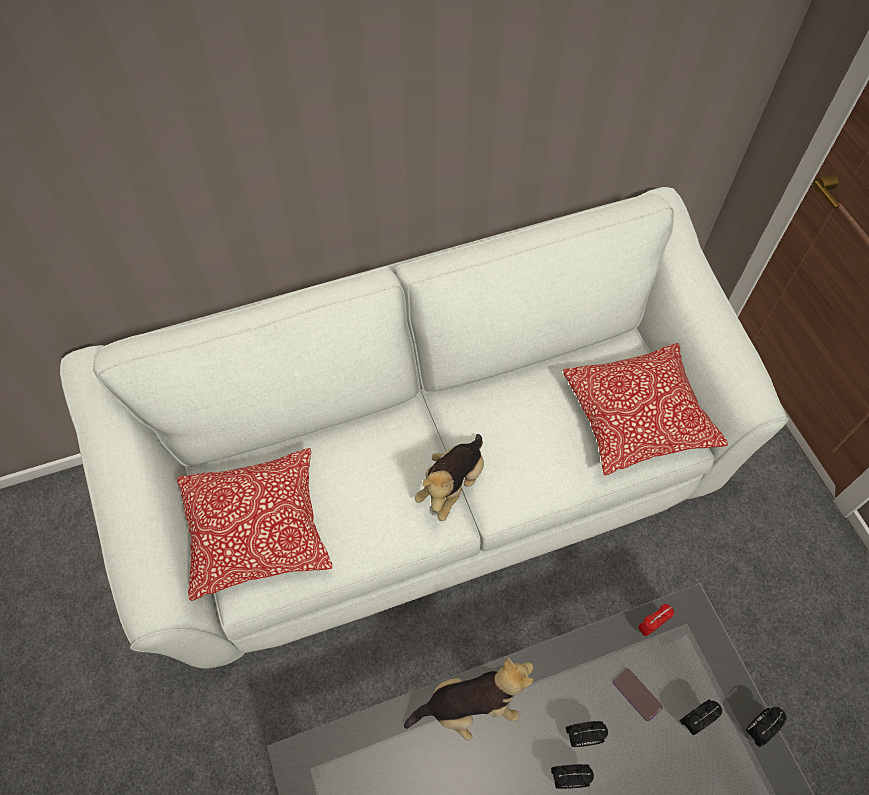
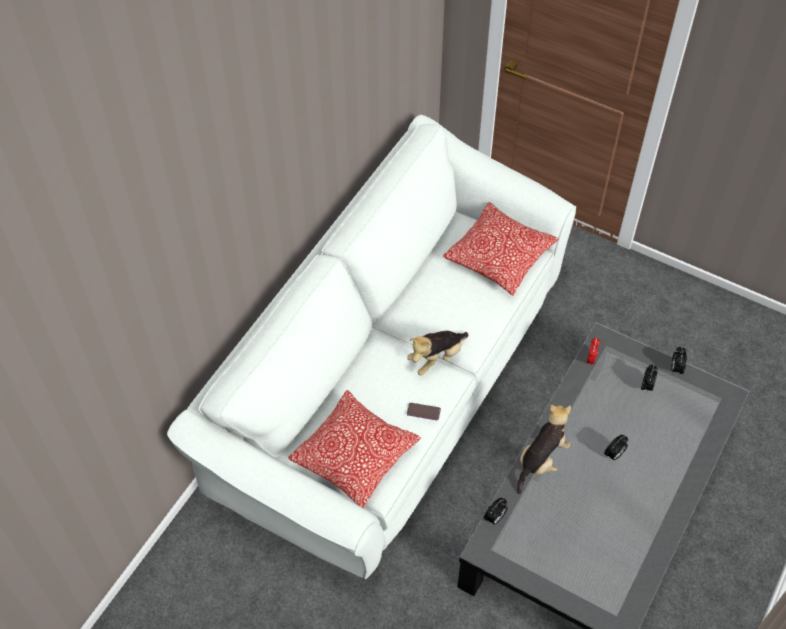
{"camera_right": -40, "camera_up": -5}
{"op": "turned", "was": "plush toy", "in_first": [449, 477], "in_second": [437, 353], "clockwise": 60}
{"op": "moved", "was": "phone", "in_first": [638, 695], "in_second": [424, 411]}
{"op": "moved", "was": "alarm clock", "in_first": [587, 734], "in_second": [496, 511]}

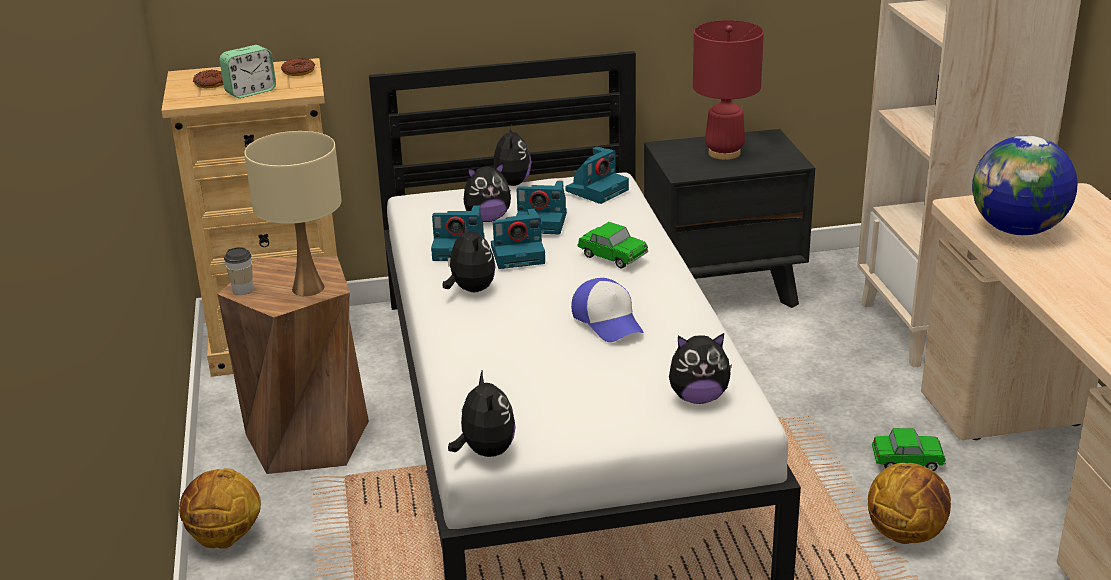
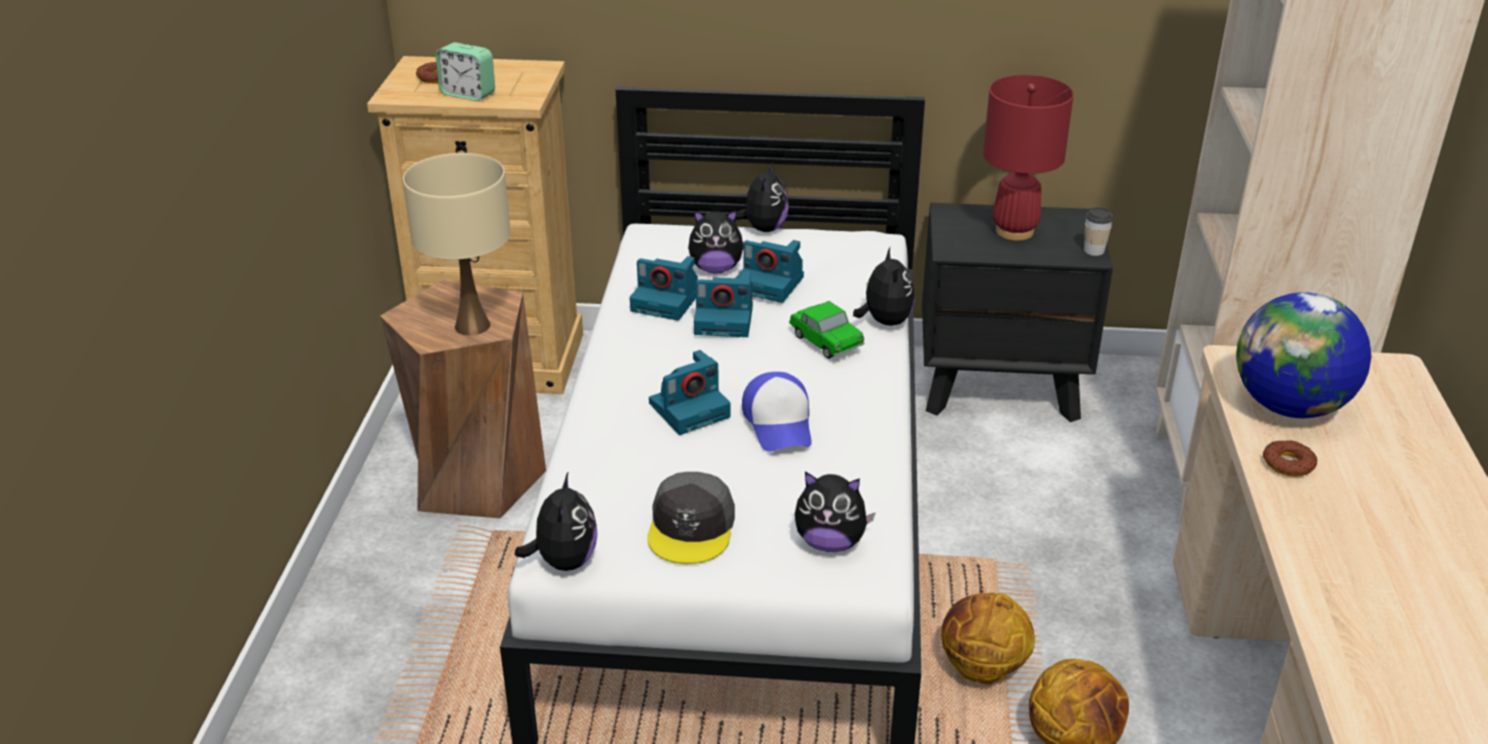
{"camera_right": 15, "camera_up": 5}
{"op": "turned", "was": "alarm clock", "in_first": [247, 71], "in_second": [465, 71], "clockwise": 45}
{"op": "added", "now": "grey cap", "in_second": [691, 518]}
{"op": "moved", "was": "photo camera", "in_first": [597, 175], "in_second": [689, 392]}
{"op": "moved", "was": "plush toy", "in_first": [469, 257], "in_second": [884, 287]}
{"op": "moved", "was": "basketball", "in_first": [220, 508], "in_second": [988, 638]}
{"op": "moved", "was": "cup", "in_first": [238, 271], "in_second": [1098, 231]}
{"op": "moved", "was": "donut", "in_first": [298, 67], "in_second": [1290, 458]}
{"op": "removed", "was": "toy car", "in_first": [909, 449]}

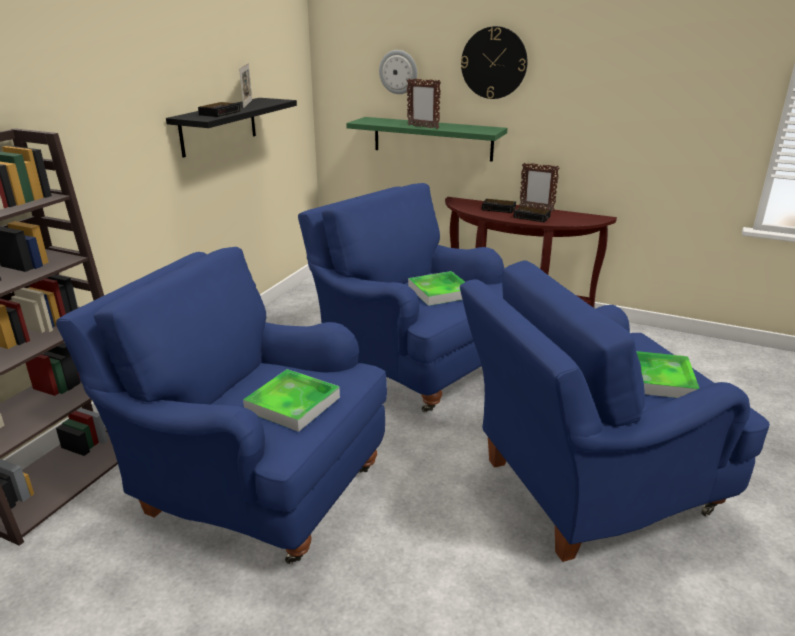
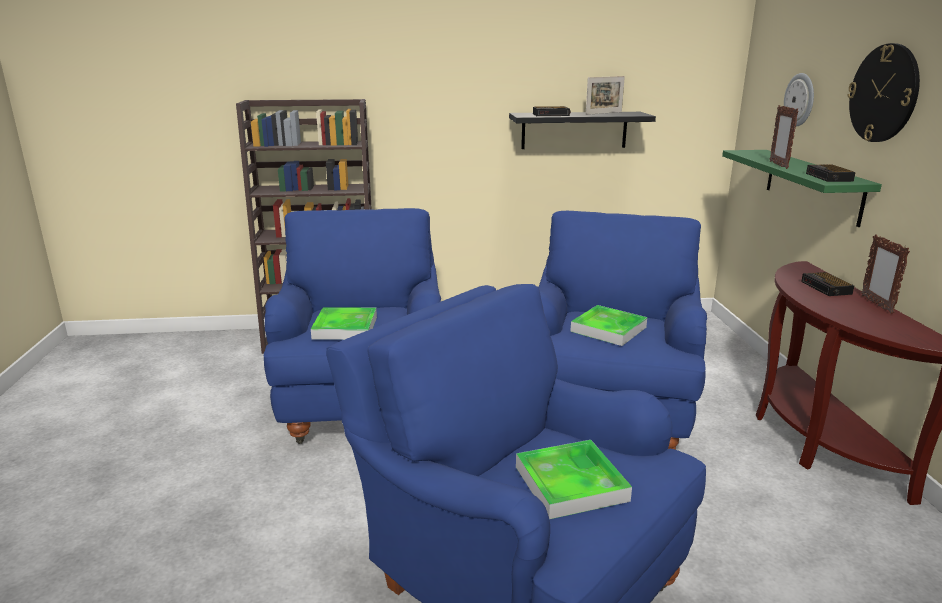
{"camera_right": 60, "camera_up": -5}
{"op": "moved", "was": "alarm clock", "in_first": [532, 214], "in_second": [831, 173]}

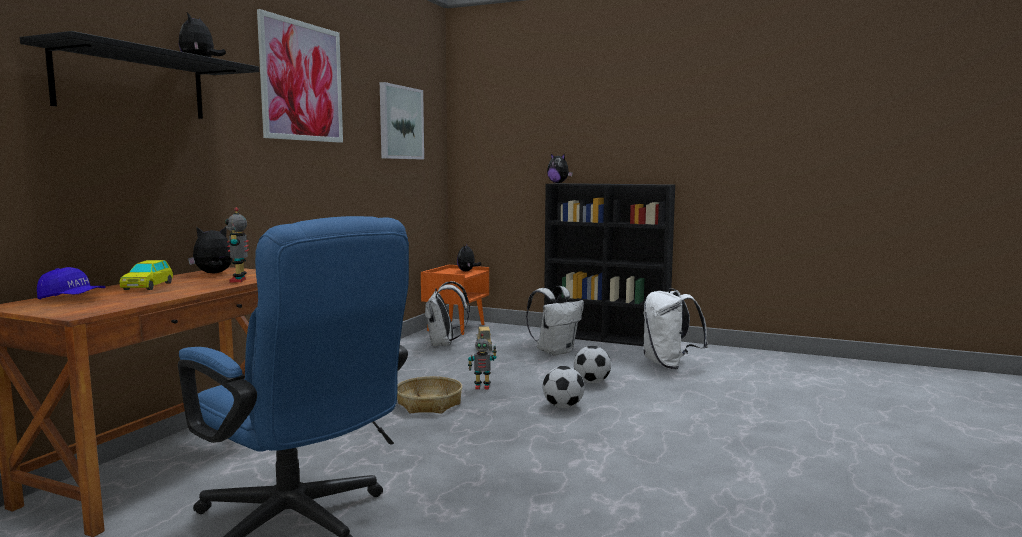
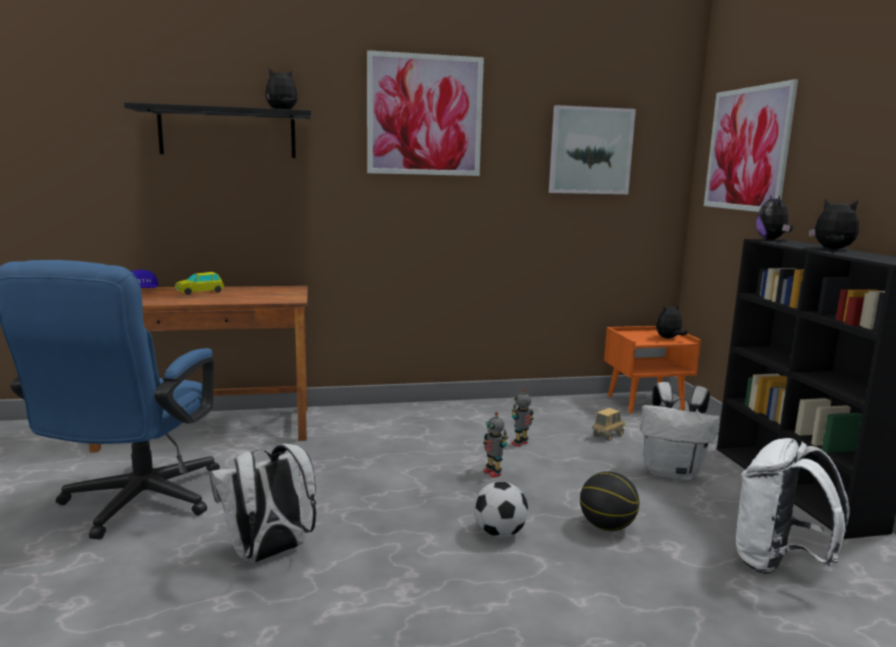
{"camera_right": 55, "camera_up": 5}
{"op": "moved", "was": "white backpack", "in_first": [447, 313], "in_second": [263, 503]}
{"op": "moved", "was": "toy robot", "in_first": [237, 245], "in_second": [522, 418]}
{"op": "replaced", "was": "football", "now": "basketball", "in_first": [592, 364], "in_second": [609, 501]}
{"op": "added", "now": "picture", "in_second": [751, 145]}
{"op": "moved", "was": "plush toy", "in_first": [210, 250], "in_second": [834, 224]}
{"op": "removed", "was": "basket", "in_first": [429, 395]}

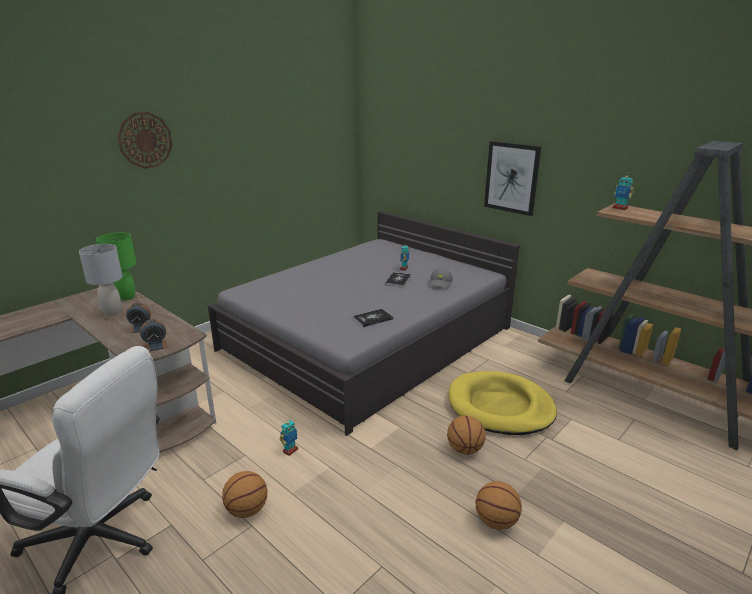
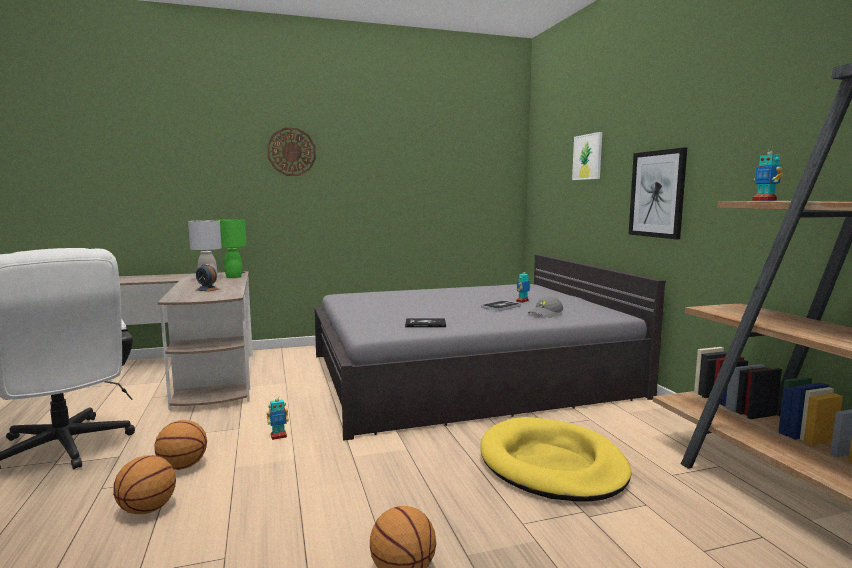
{"camera_right": 30, "camera_up": -15}
{"op": "moved", "was": "basketball", "in_first": [466, 435], "in_second": [144, 484]}
{"op": "added", "now": "picture", "in_second": [587, 156]}
{"op": "removed", "was": "alarm clock", "in_first": [154, 335]}

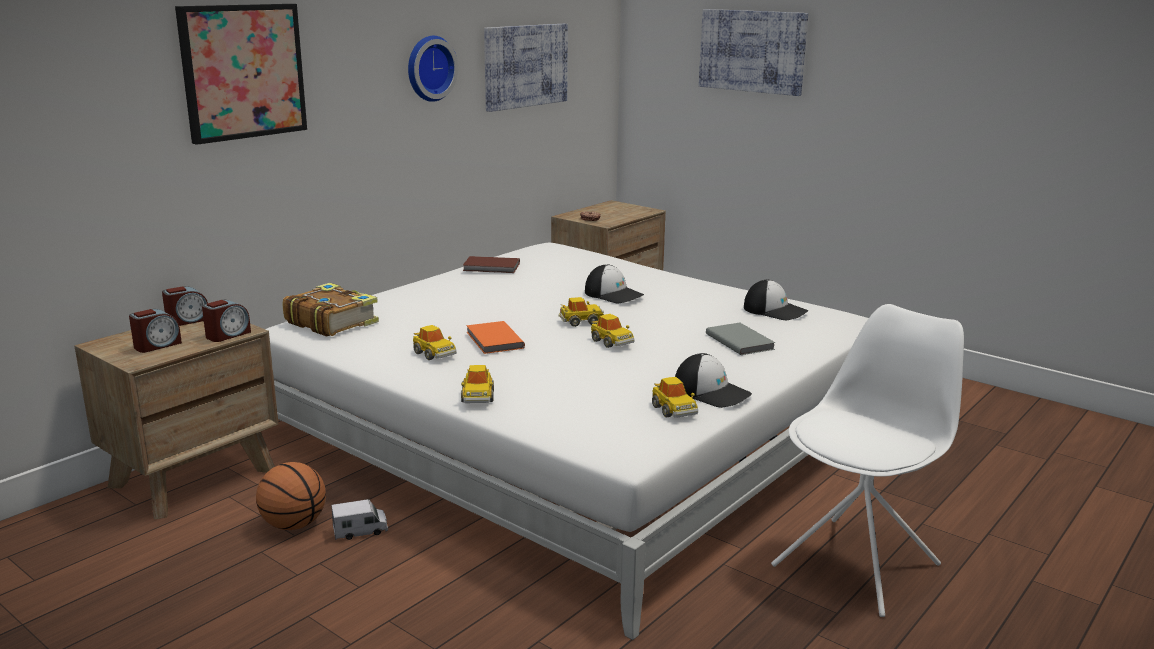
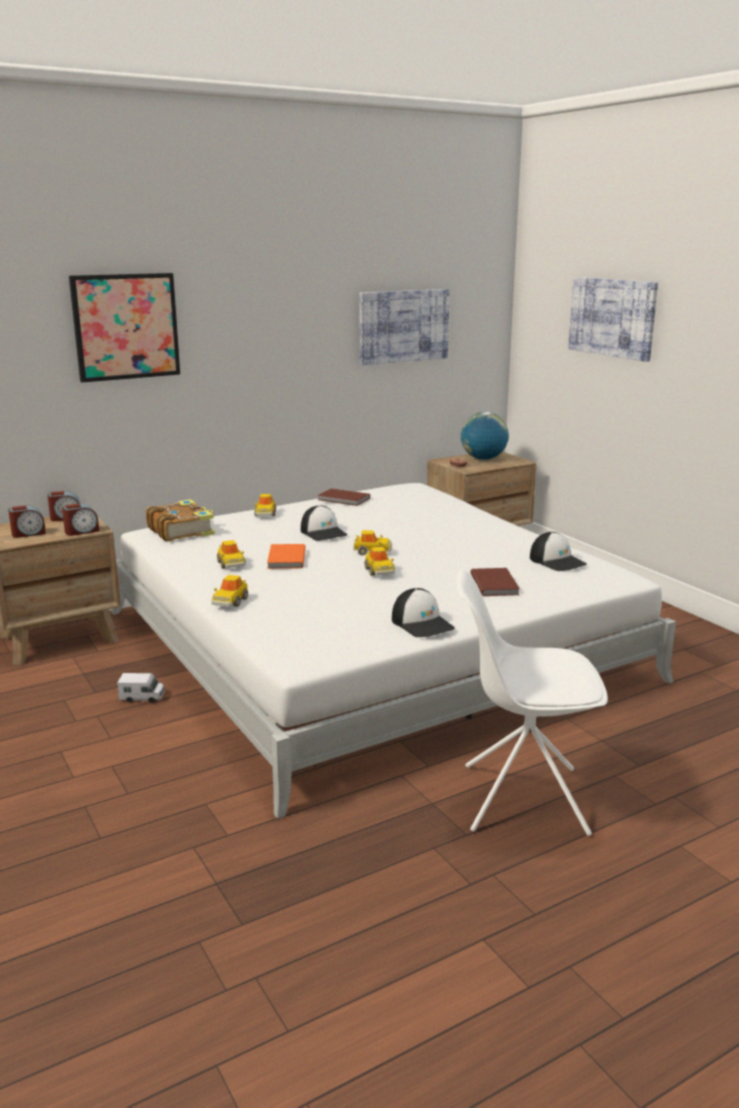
{"camera_right": 20, "camera_up": 0}
{"op": "moved", "was": "toy car", "in_first": [675, 397], "in_second": [265, 505]}
{"op": "moved", "was": "cap", "in_first": [614, 284], "in_second": [324, 523]}
{"op": "turned", "was": "white chair", "in_first": [867, 460], "in_second": [532, 703], "clockwise": -150}
{"op": "added", "now": "globe", "in_second": [485, 436]}
{"op": "recoloured", "was": "grey book", "now": "brown book", "in_first": [741, 339], "in_second": [495, 582]}
{"op": "removed", "was": "basketball", "in_first": [291, 496]}
{"op": "removed", "was": "wall clock", "in_first": [433, 69]}

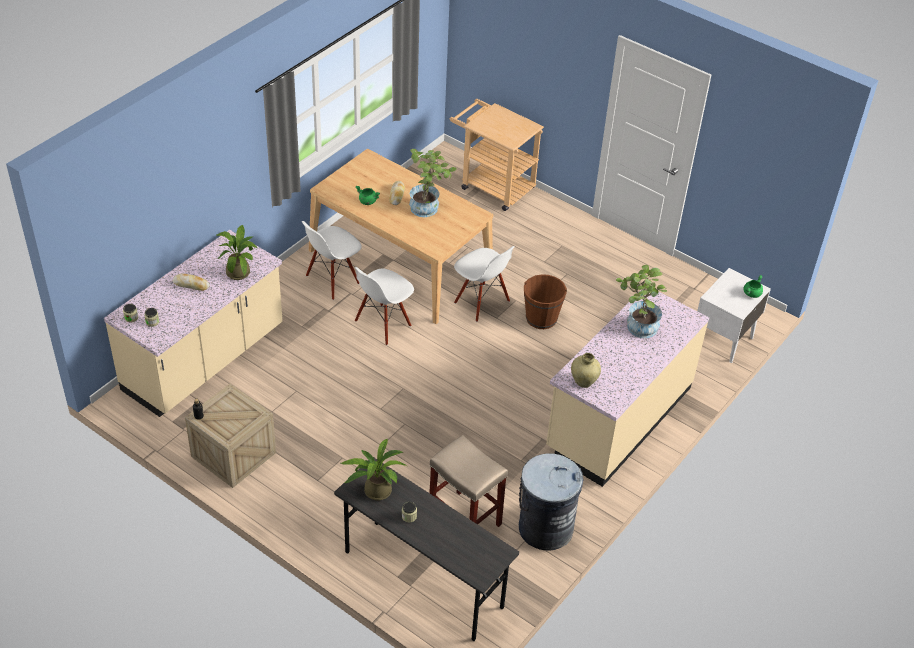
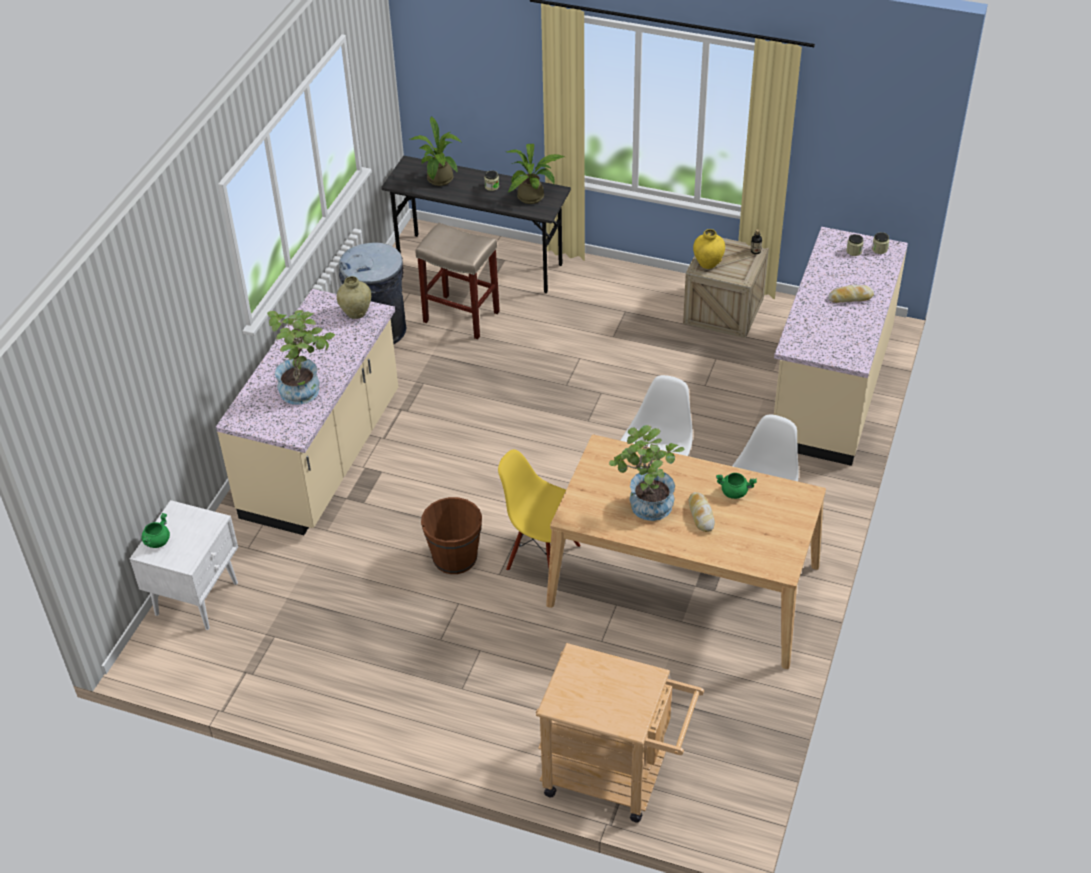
{"camera_right": 165, "camera_up": 0}
{"op": "moved", "was": "potted plant", "in_first": [237, 252], "in_second": [436, 151]}
{"op": "recoloured", "was": "white chair", "now": "yellow chair", "in_first": [484, 284], "in_second": [539, 510]}
{"op": "added", "now": "yellow vase", "in_second": [709, 249]}

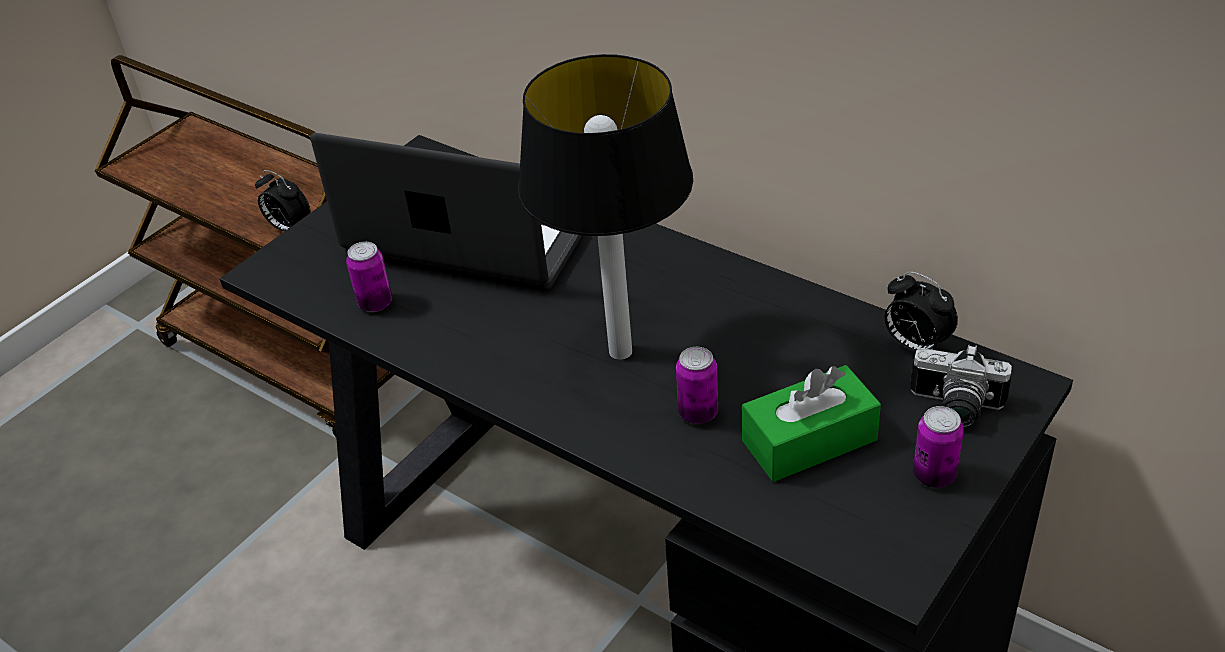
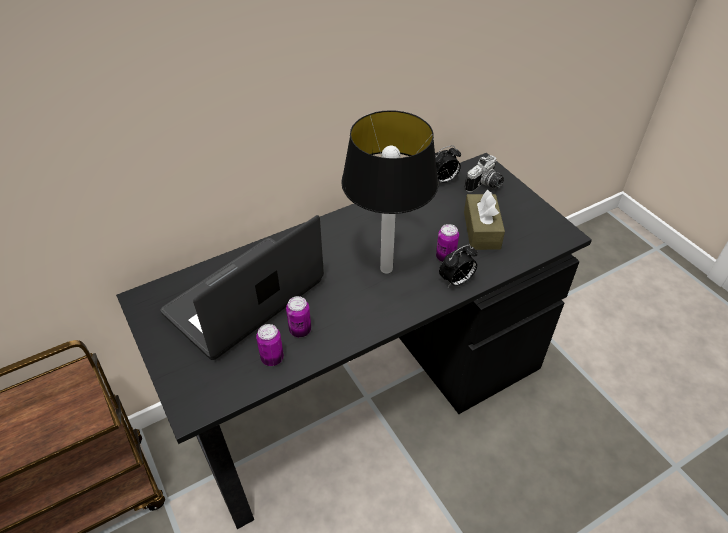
{"camera_right": -70, "camera_up": 5}
{"op": "moved", "was": "can", "in_first": [938, 447], "in_second": [298, 317]}
{"op": "moved", "was": "alarm clock", "in_first": [283, 200], "in_second": [458, 266]}
{"op": "recoloured", "was": "green tissue box", "now": "brown tissue box", "in_first": [811, 423], "in_second": [484, 220]}

